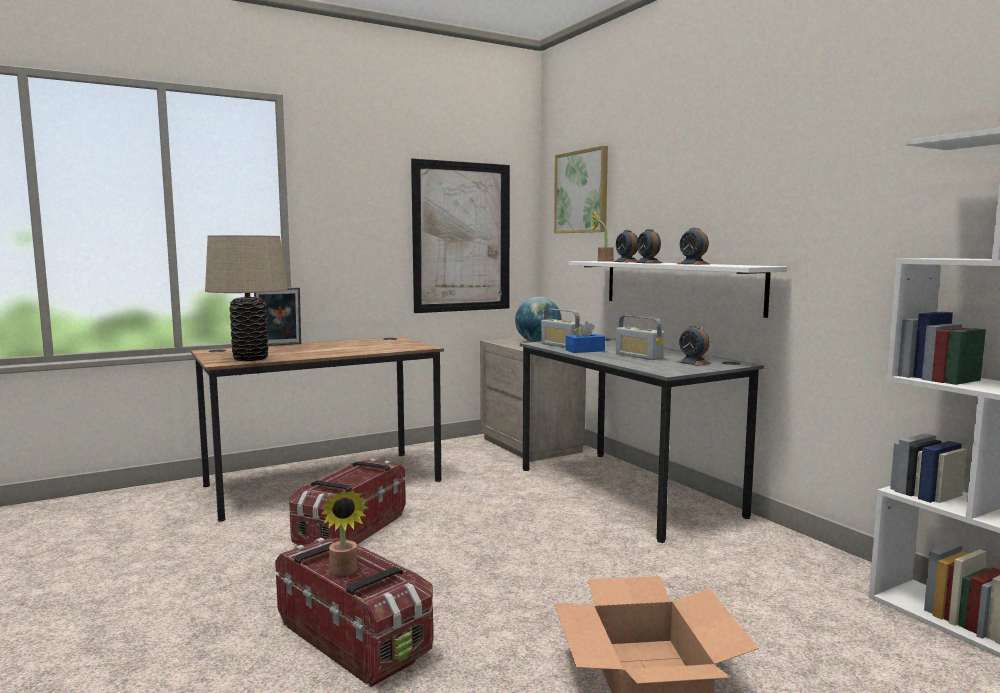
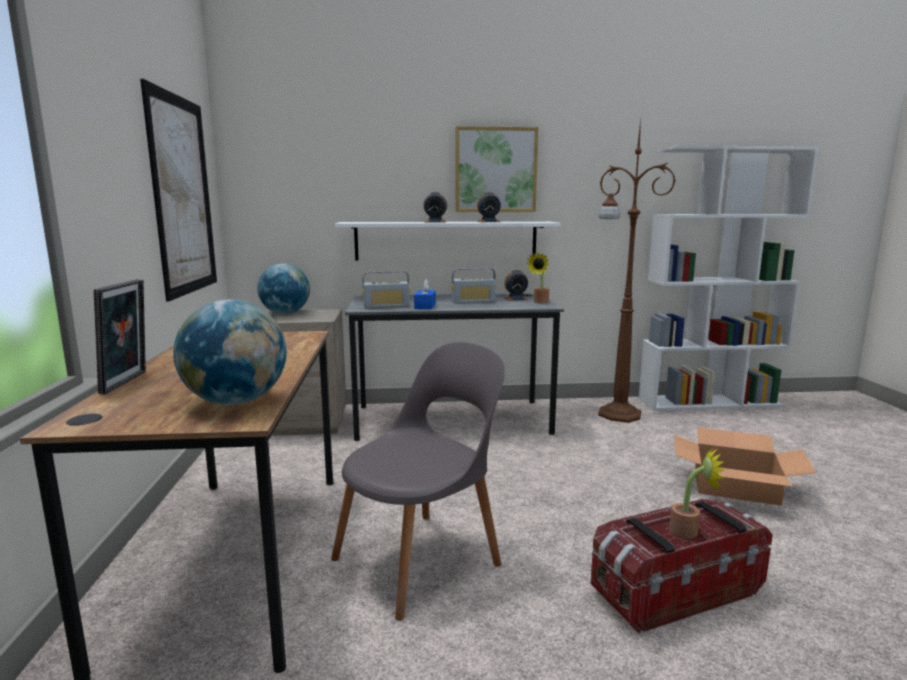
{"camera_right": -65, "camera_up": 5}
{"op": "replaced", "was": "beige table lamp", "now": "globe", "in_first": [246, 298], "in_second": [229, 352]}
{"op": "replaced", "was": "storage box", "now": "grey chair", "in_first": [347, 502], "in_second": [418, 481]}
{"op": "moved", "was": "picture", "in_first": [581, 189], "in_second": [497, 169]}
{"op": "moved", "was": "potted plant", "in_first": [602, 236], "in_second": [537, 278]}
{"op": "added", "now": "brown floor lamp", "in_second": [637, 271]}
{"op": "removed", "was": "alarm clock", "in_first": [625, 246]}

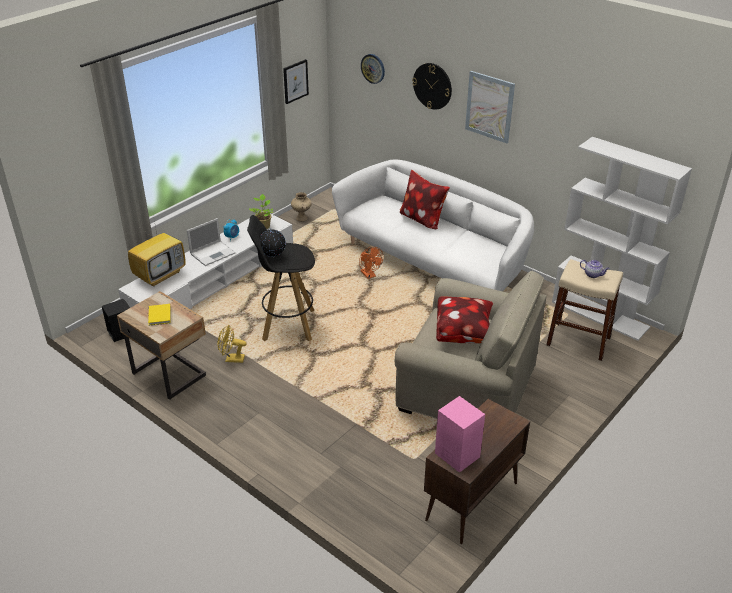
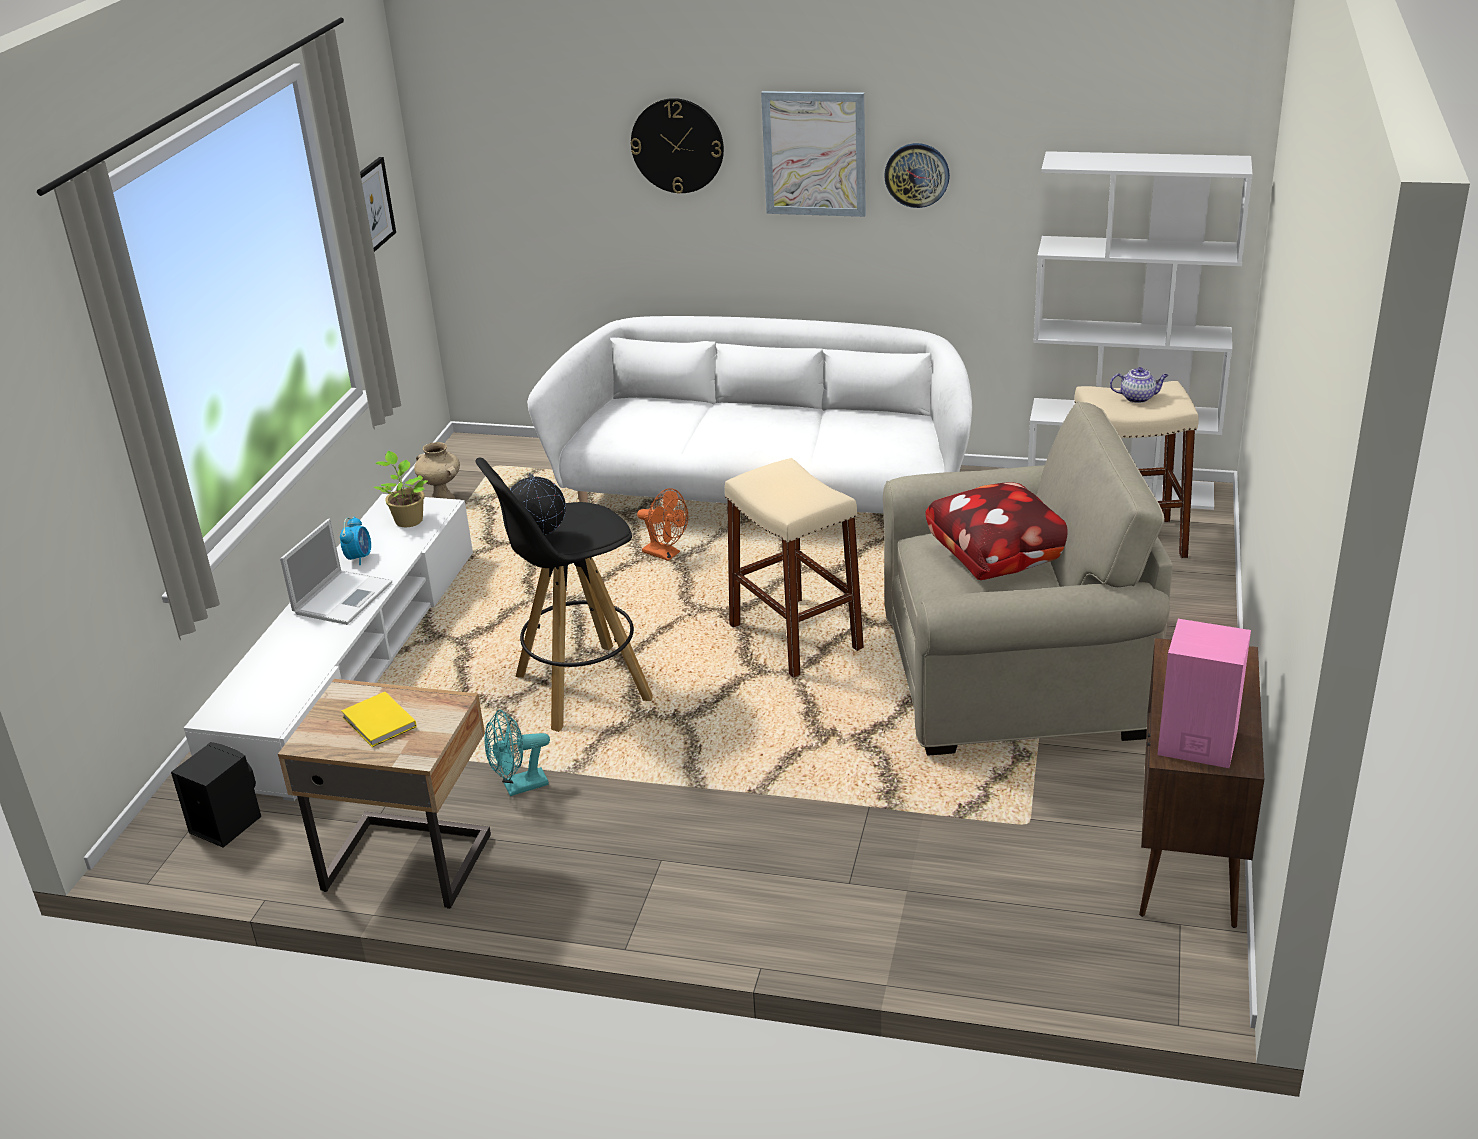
{"camera_right": -25, "camera_up": -5}
{"op": "recoloured", "was": "yellow fan", "now": "turquoise fan", "in_first": [232, 344], "in_second": [517, 752]}
{"op": "added", "now": "beige stool", "in_second": [794, 568]}
{"op": "moved", "was": "wall clock", "in_first": [373, 69], "in_second": [917, 175]}
{"op": "removed", "was": "television", "in_first": [156, 251]}
{"op": "removed", "was": "pillow", "in_first": [425, 199]}

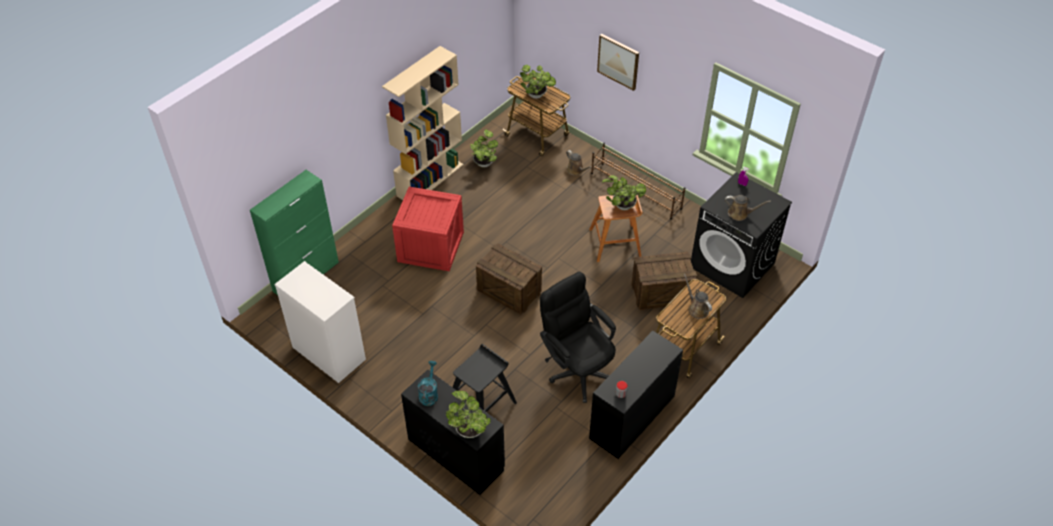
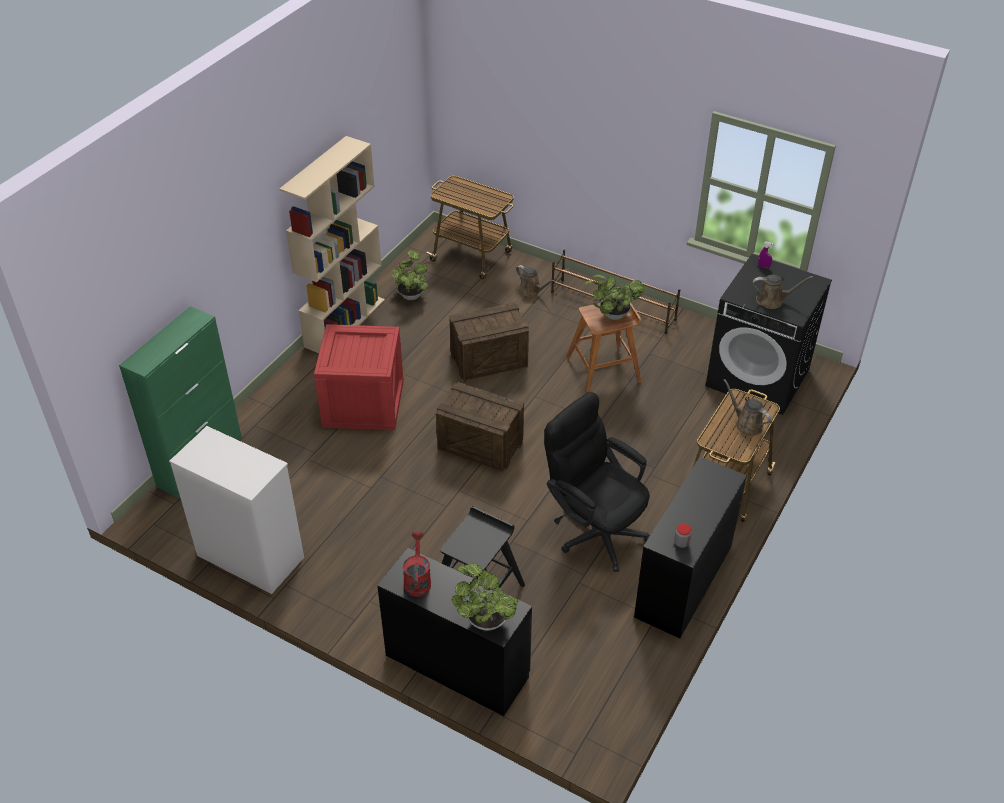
{"camera_right": -10, "camera_up": -5}
{"op": "recoloured", "was": "turquoise watering can", "now": "red watering can", "in_first": [428, 383], "in_second": [417, 564]}
{"op": "moved", "was": "crate", "in_first": [664, 280], "in_second": [489, 341]}
{"op": "removed", "was": "potted plant", "in_first": [538, 82]}
{"op": "removed", "was": "picture", "in_first": [618, 62]}

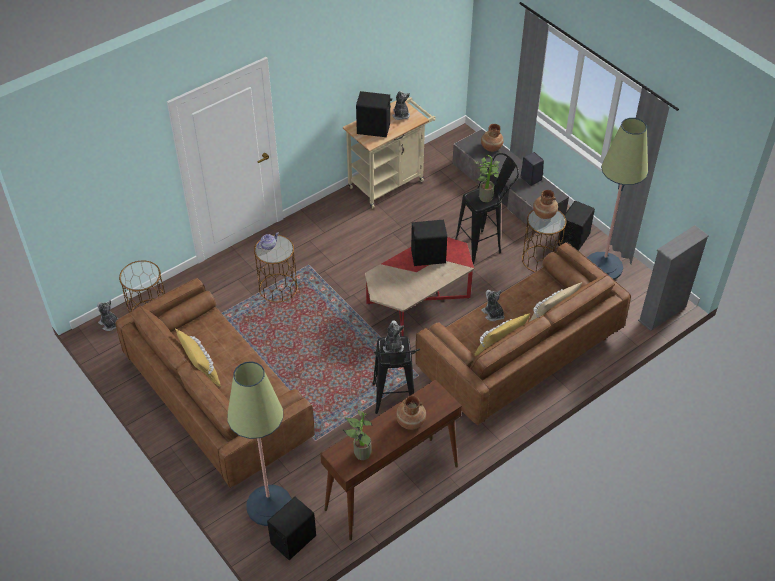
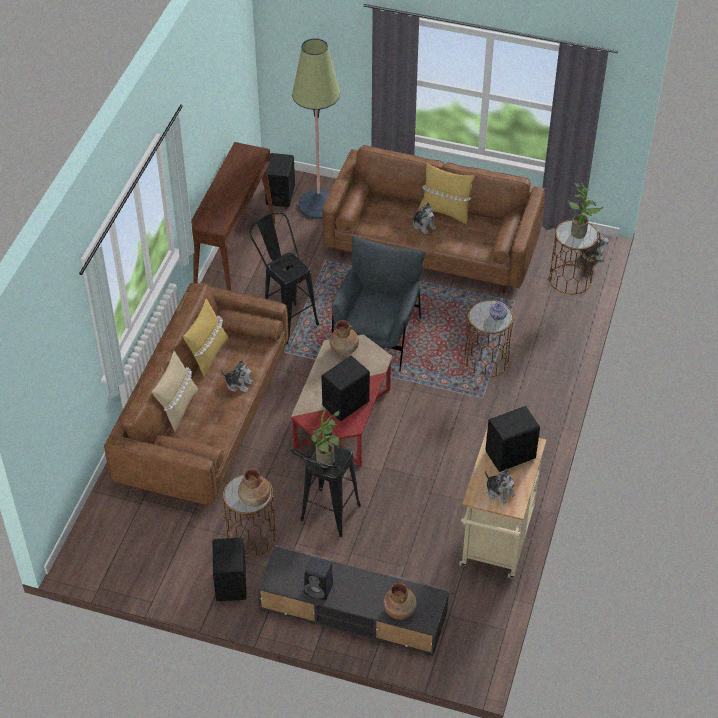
{"camera_right": 145, "camera_up": 0}
{"op": "moved", "was": "brown vase", "in_first": [411, 413], "in_second": [344, 337]}
{"op": "added", "now": "grey armchair", "in_second": [379, 303]}
{"op": "moved", "was": "plush toy", "in_first": [393, 336], "in_second": [424, 218]}
{"op": "moved", "was": "potted plant", "in_first": [357, 435], "in_second": [585, 210]}
{"op": "removed", "was": "floor lamp", "in_first": [617, 199]}
{"op": "removed", "was": "grey bookcase", "in_first": [673, 278]}

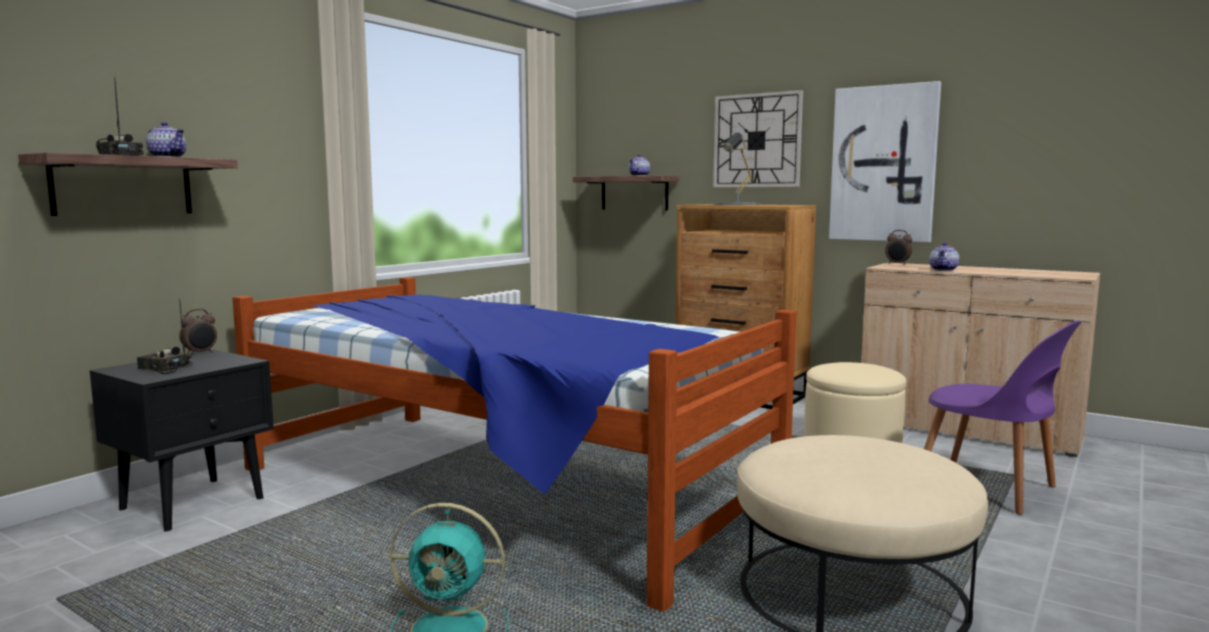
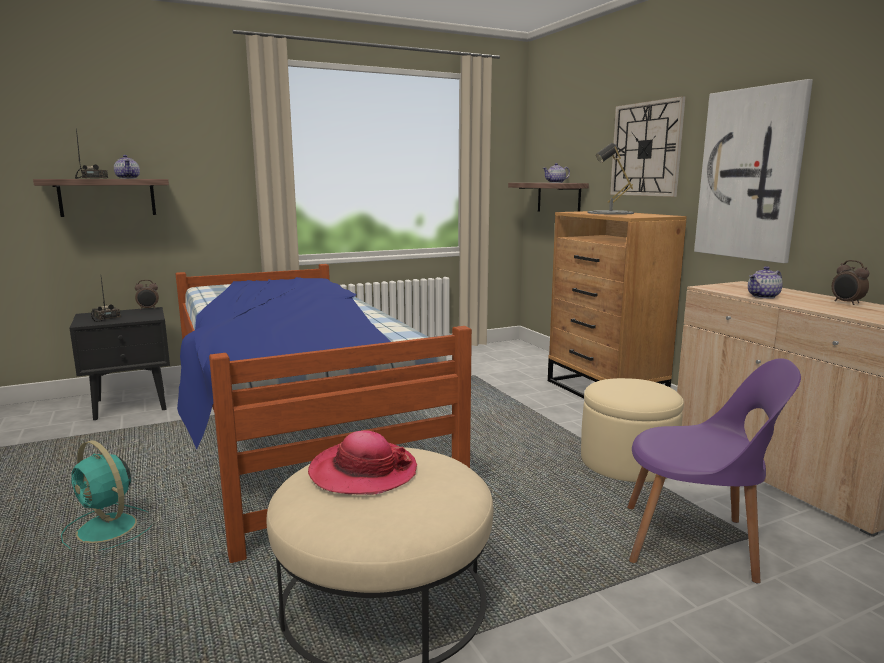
{"camera_right": 30, "camera_up": 5}
{"op": "added", "now": "hat", "in_second": [362, 463]}
{"op": "turned", "was": "purple chair", "in_first": [1002, 417], "in_second": [714, 470], "clockwise": -60}
{"op": "moved", "was": "alarm clock", "in_first": [898, 247], "in_second": [850, 282]}

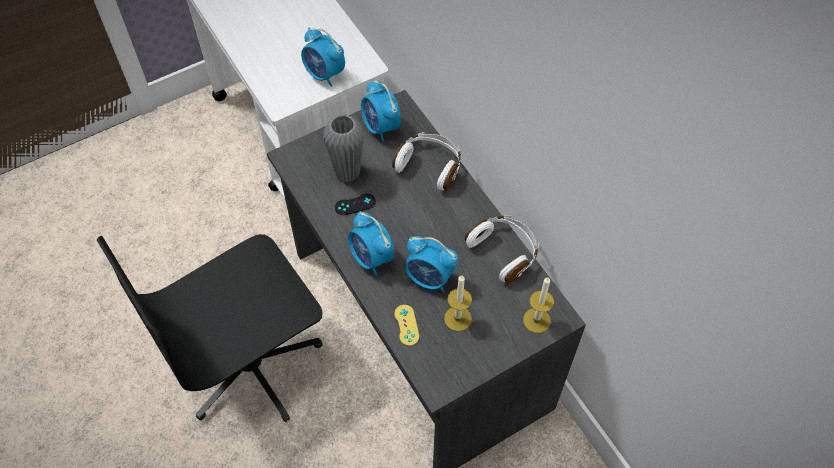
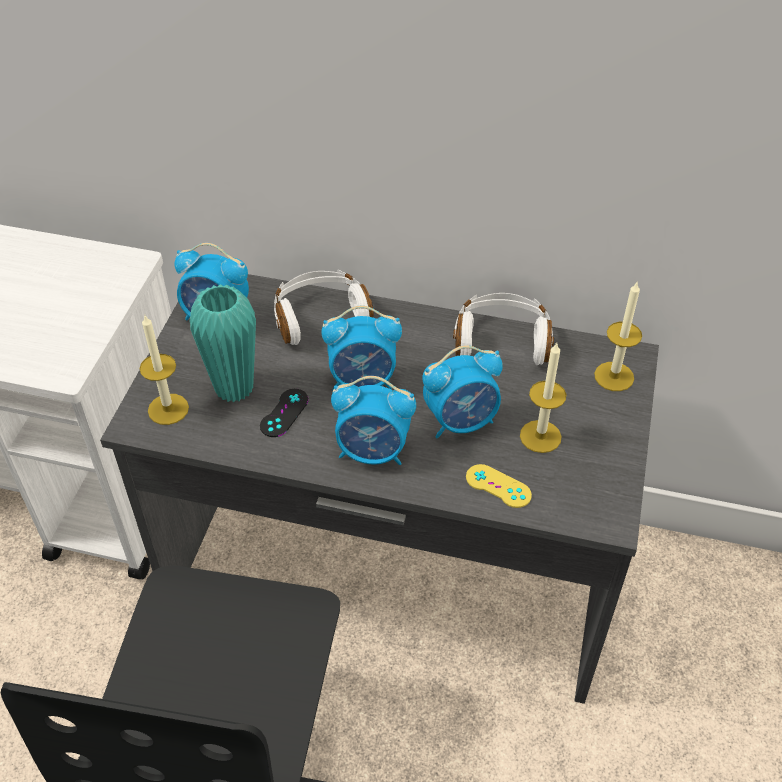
{"camera_right": -45, "camera_up": -10}
{"op": "added", "now": "candle", "in_second": [164, 370]}
{"op": "recoloured", "was": "grey vase", "now": "turquoise vase", "in_first": [343, 148], "in_second": [222, 343]}
{"op": "moved", "was": "alarm clock", "in_first": [323, 57], "in_second": [361, 348]}

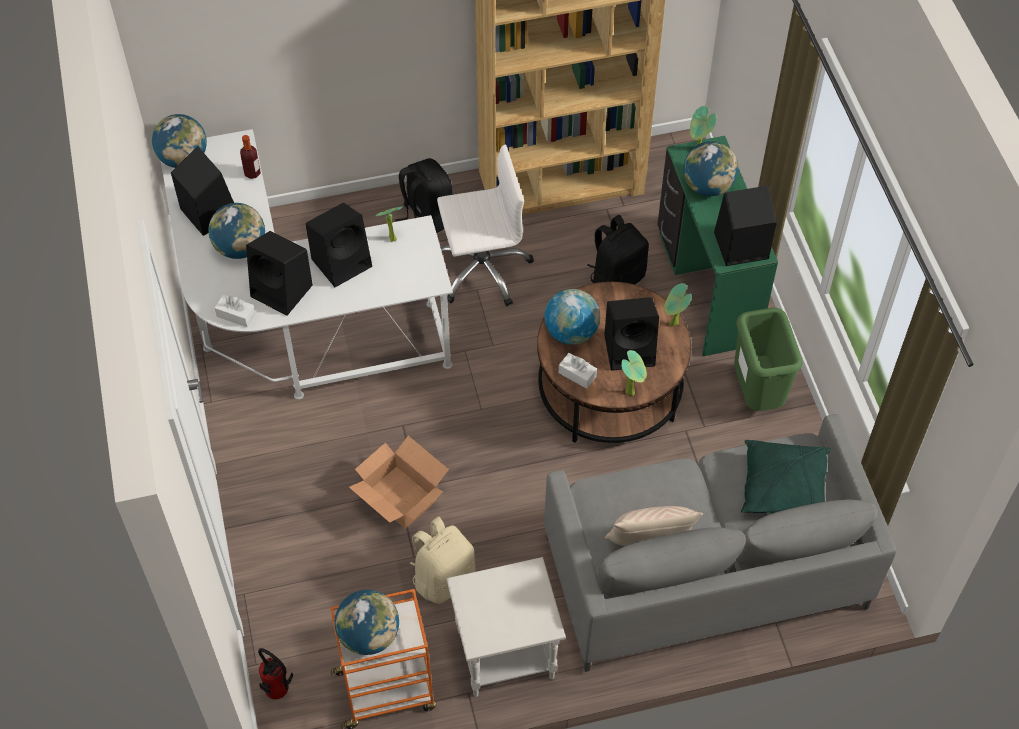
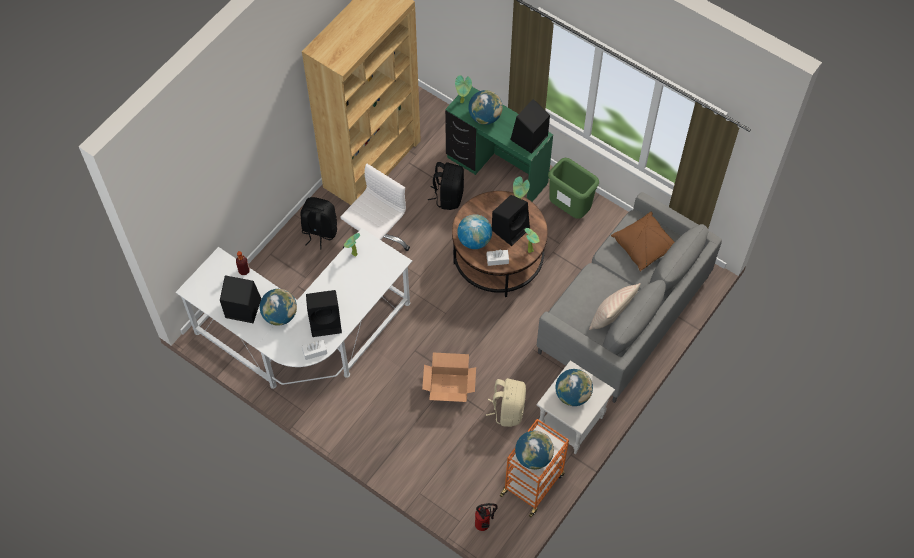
{"camera_right": -40, "camera_up": 5}
{"op": "moved", "was": "globe", "in_first": [179, 141], "in_second": [574, 387]}
{"op": "recoloured", "was": "green pillow", "now": "brown pillow", "in_first": [786, 476], "in_second": [643, 242]}
{"op": "removed", "was": "black speaker", "in_first": [339, 245]}

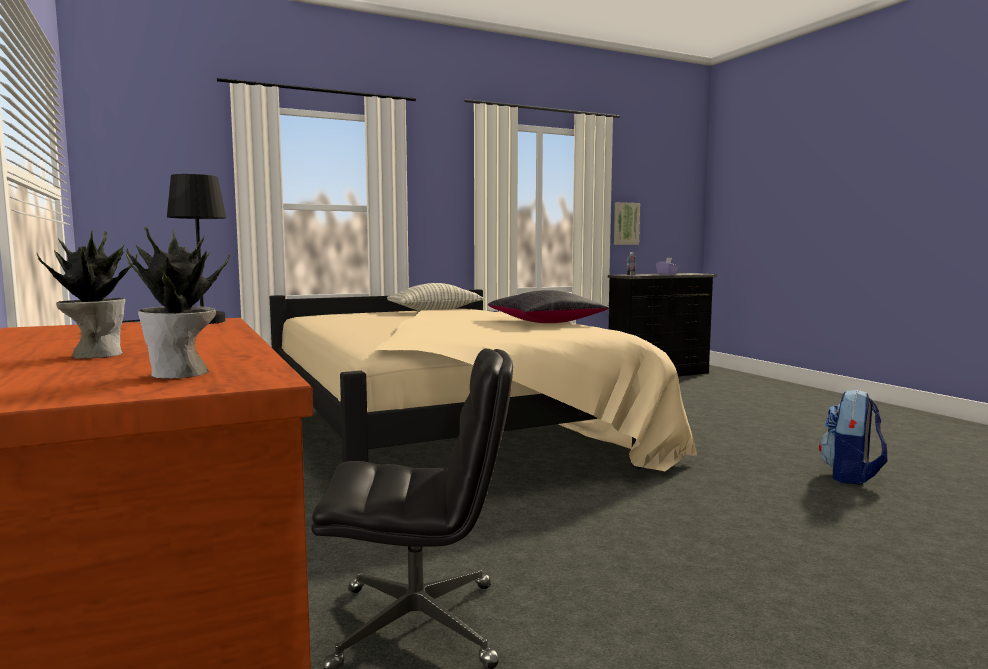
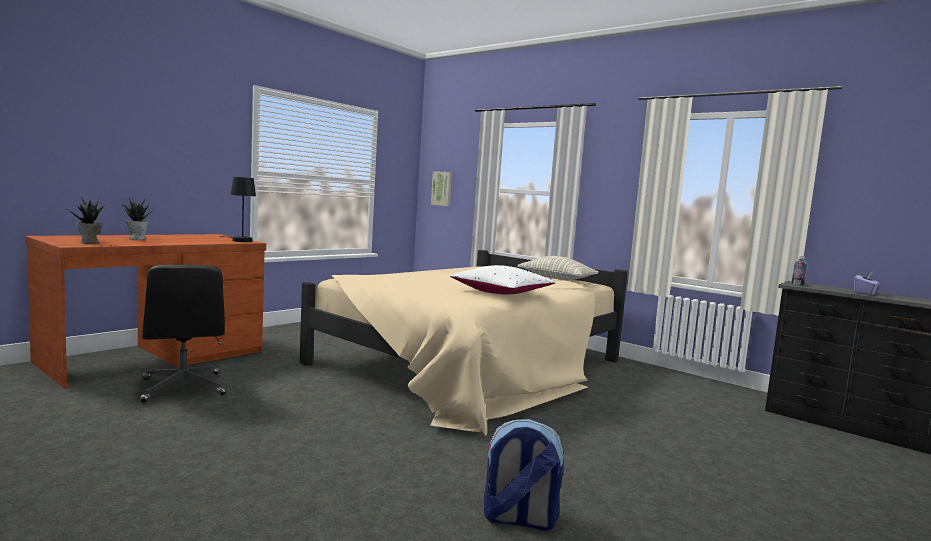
{"camera_right": 65, "camera_up": 0}
{"op": "moved", "was": "picture", "in_first": [627, 223], "in_second": [441, 188]}
{"op": "recoloured", "was": "black pillow", "now": "white pillow", "in_first": [549, 306], "in_second": [502, 279]}

